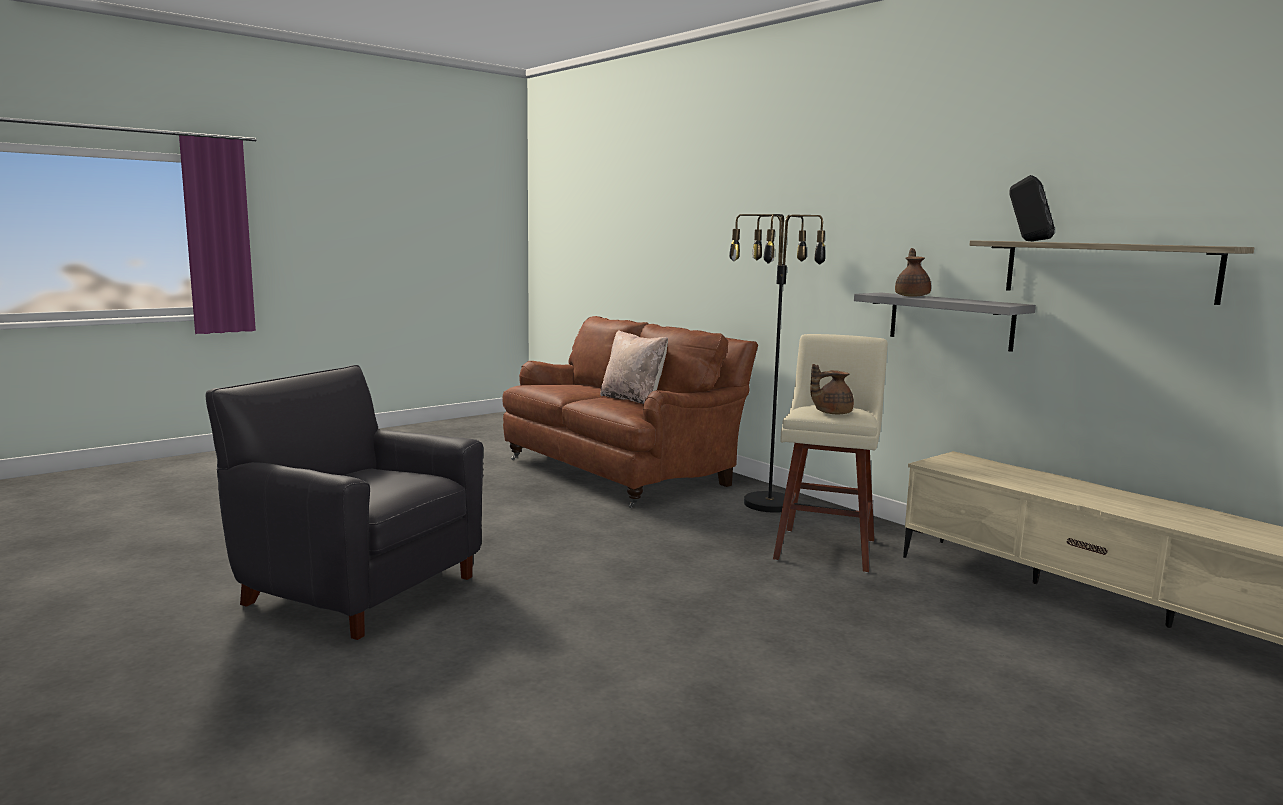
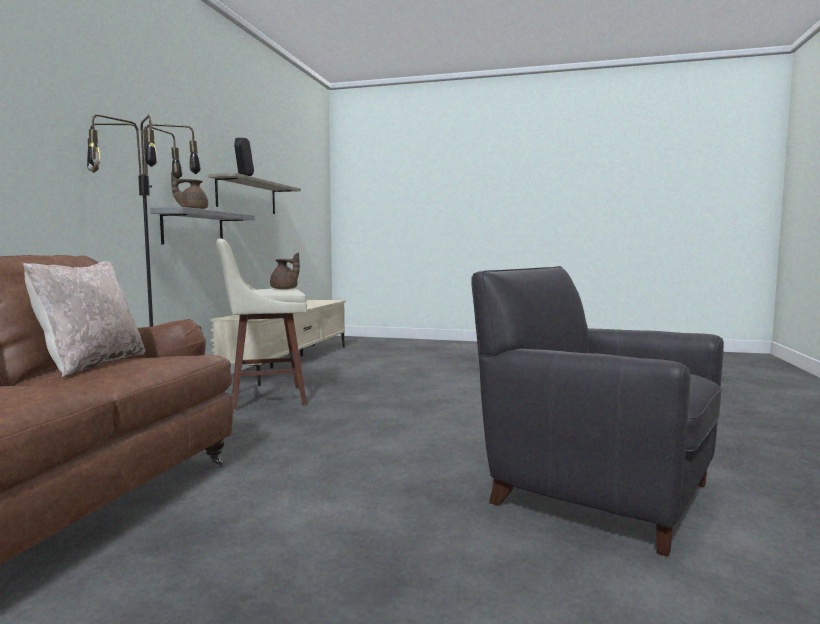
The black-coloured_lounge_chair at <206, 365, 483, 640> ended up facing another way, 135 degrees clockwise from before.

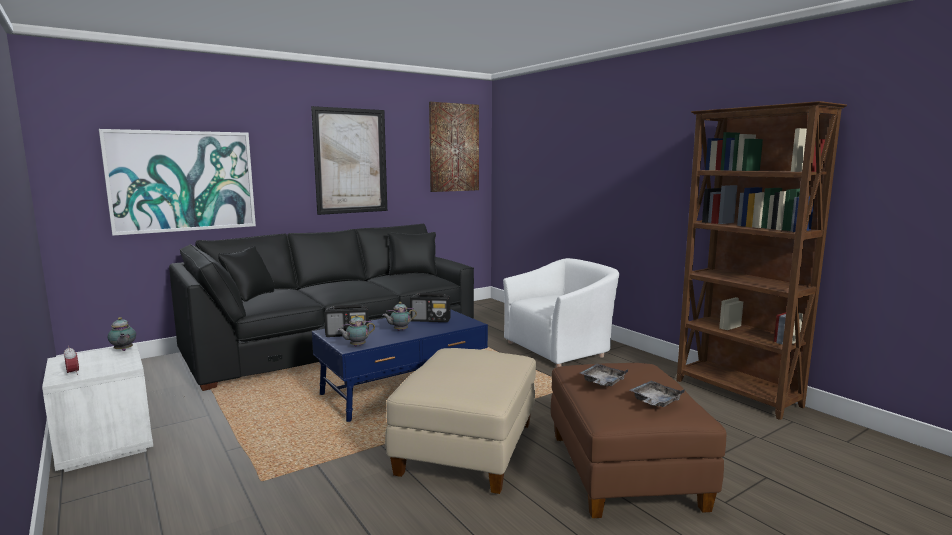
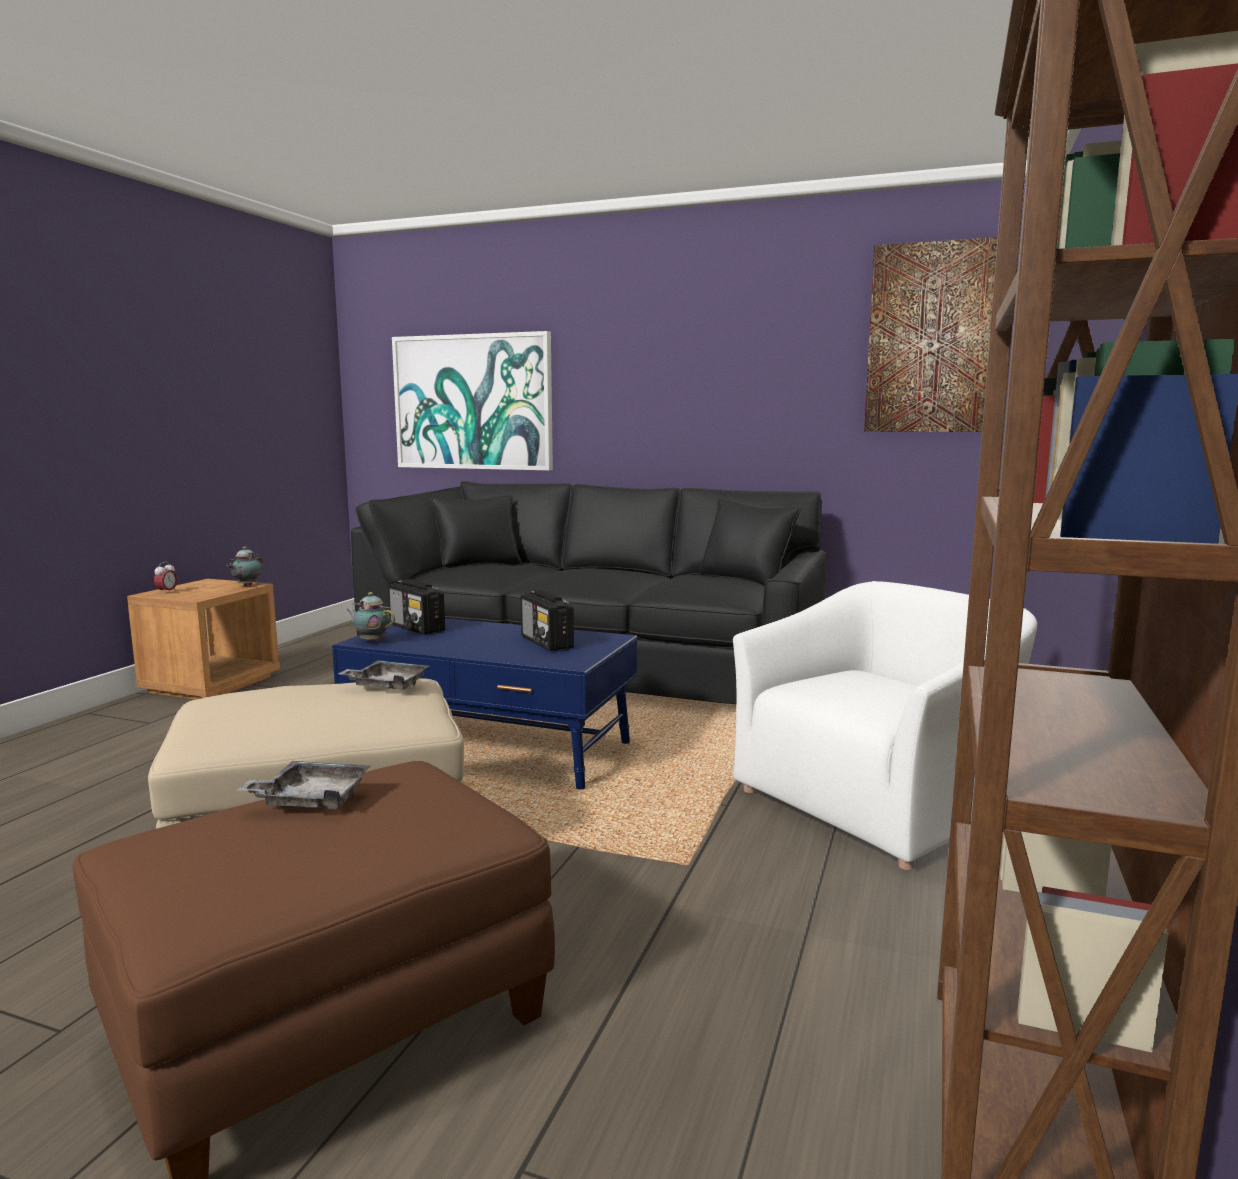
The second view lost the wall_picture at <311, 106, 387, 215>.
The second view lost the teapot at <382, 302, 417, 331>.
The greyish_carrying_tray ended up elsewhere, having gone from <630, 381, 685, 407> to <338, 660, 429, 690>.
What was the white_night_table at <42, 344, 153, 472> turned into the brownish_night_table at <127, 579, 280, 700>.
The white_lounge_chair at <503, 258, 619, 367> ended up facing another way, 60 degrees counterclockwise from before.

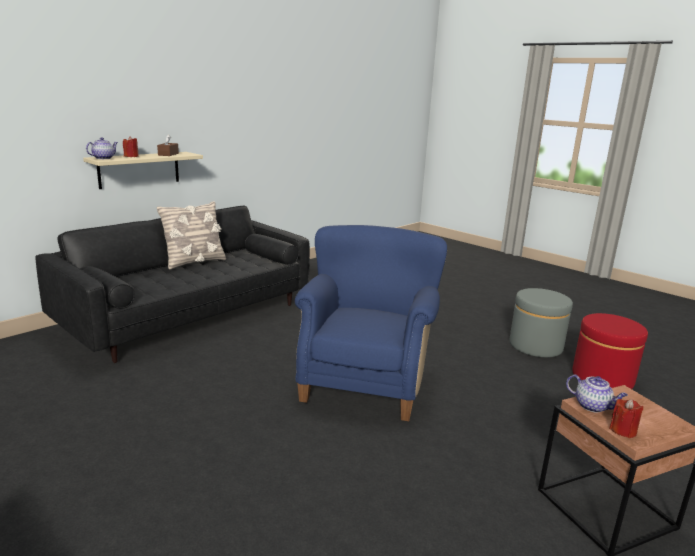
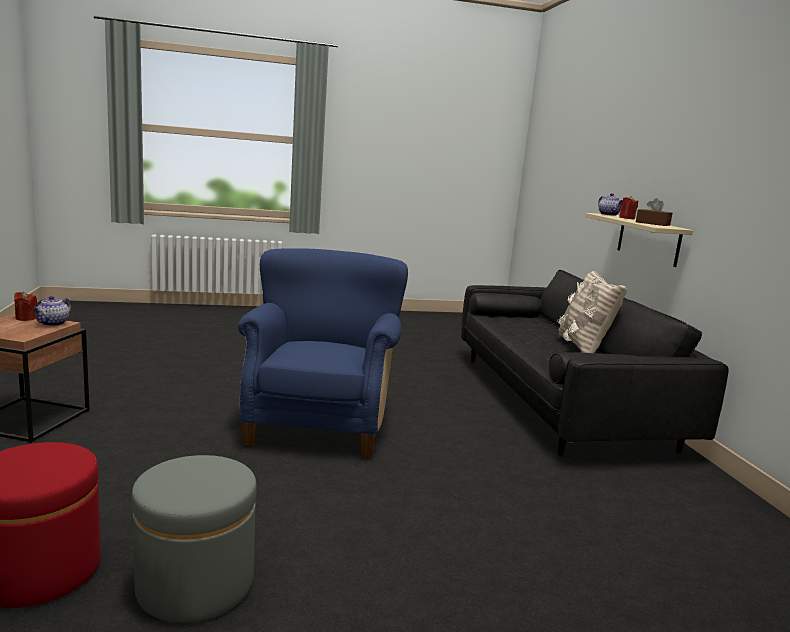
The blue_lounge_chair at <295, 225, 447, 421> ended up facing another way, 135 degrees counterclockwise from before.
The teapot at <566, 375, 628, 413> ended up facing another way, 60 degrees counterclockwise from before.

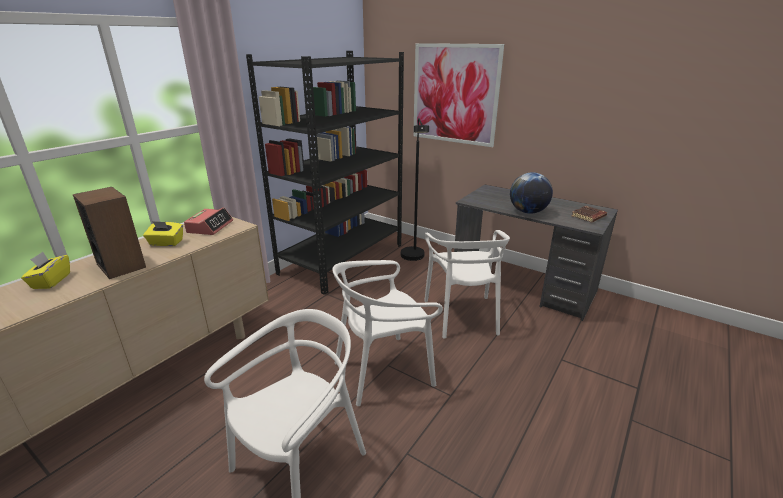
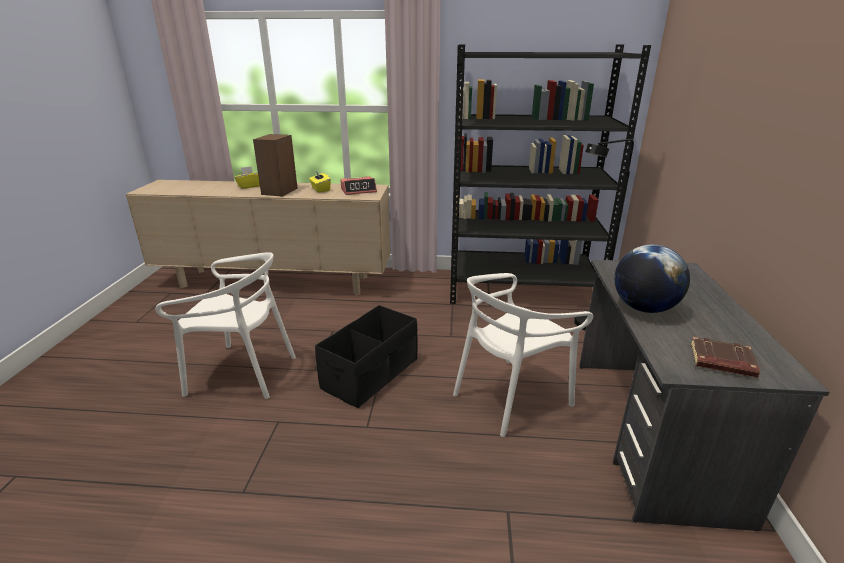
The second view lost the wall_picture at <413, 43, 504, 147>.
Where the white_upright_chair stood at <332, 260, 443, 406>, the black-coloured_storage_bin came to stand at <315, 305, 418, 408>.

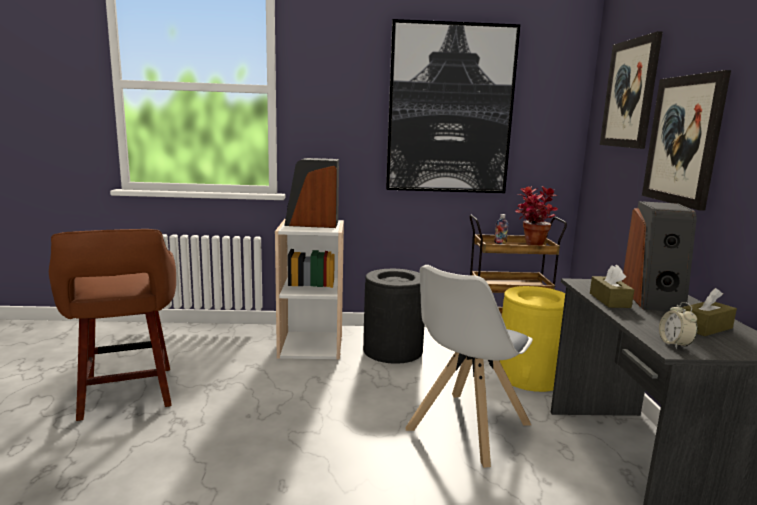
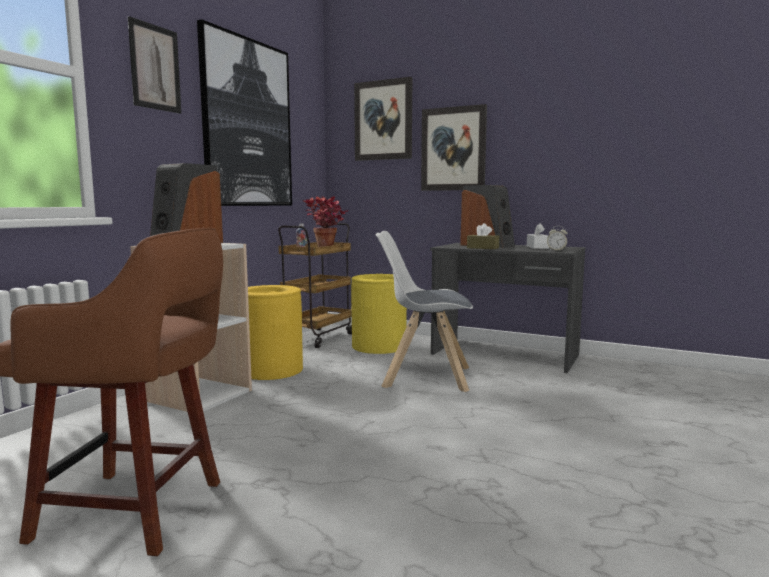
The second view gained the wall_picture at <128, 16, 181, 114>.
What was the black-coloured_waste_bin at <363, 269, 424, 364> turned into the yellowish_waste_bin at <248, 285, 303, 380>.
What was the brownish_tissue_holder at <681, 288, 737, 336> turned into the white_tissue_holder at <527, 223, 549, 249>.
The upright_chair at <406, 265, 533, 468> ended up facing another way, 120 degrees clockwise from before.

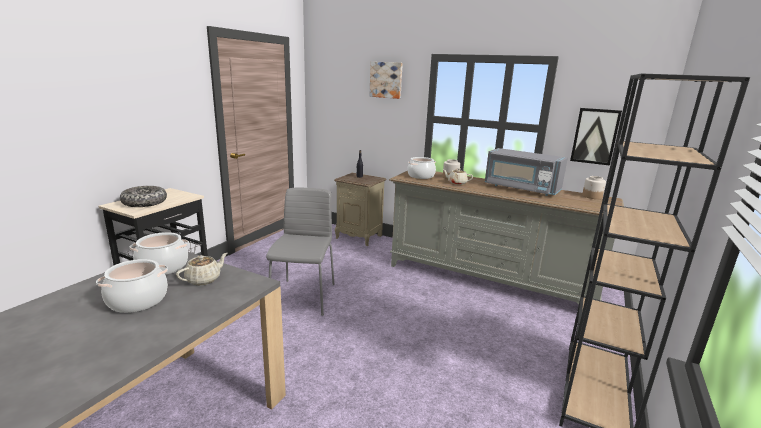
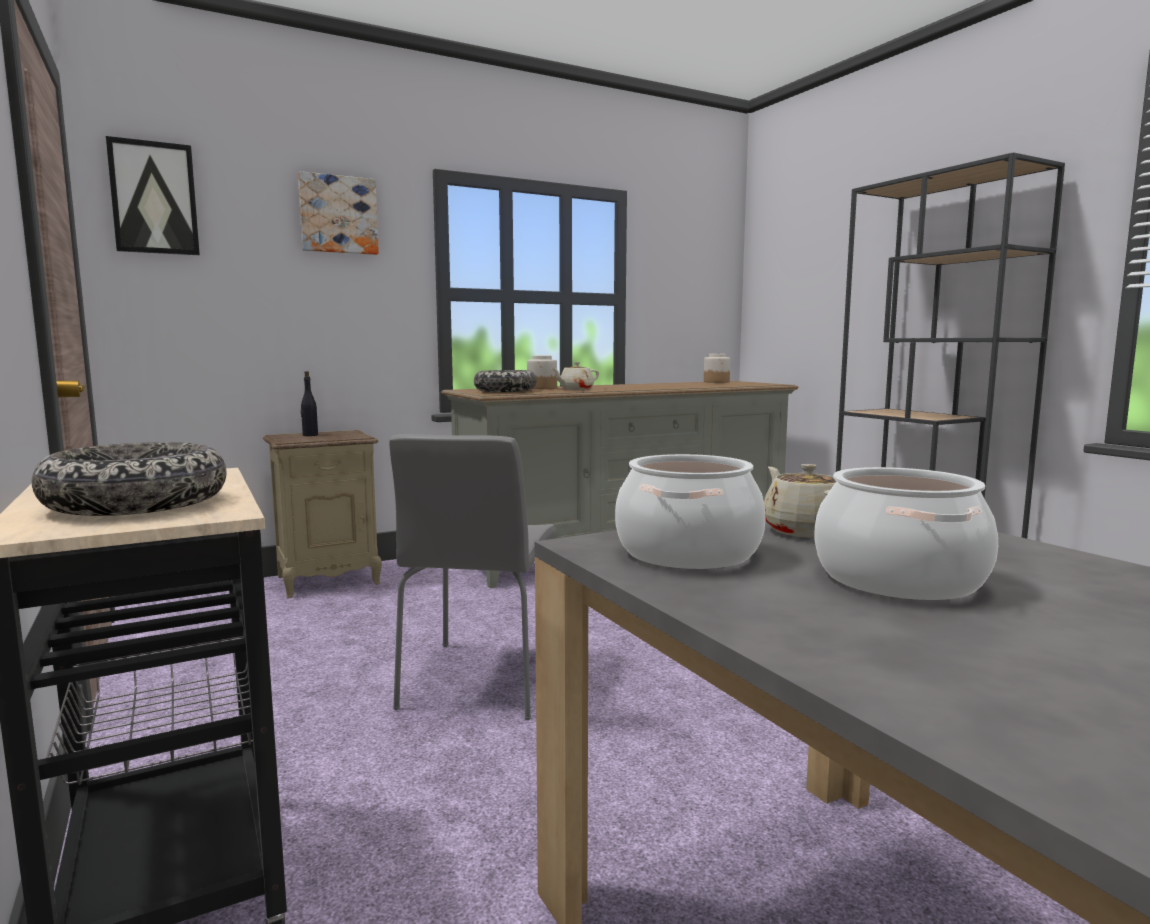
The second view lost the greyish_microwave at <485, 148, 568, 196>.
The wall_picture ended up elsewhere, having gone from <570, 108, 622, 166> to <106, 136, 200, 255>.
Where the cooking_pot stood at <407, 157, 436, 179>, the serving_bowl came to stand at <474, 370, 537, 392>.
The greyish_upright_chair at <266, 188, 334, 316> ended up facing another way, 120 degrees counterclockwise from before.

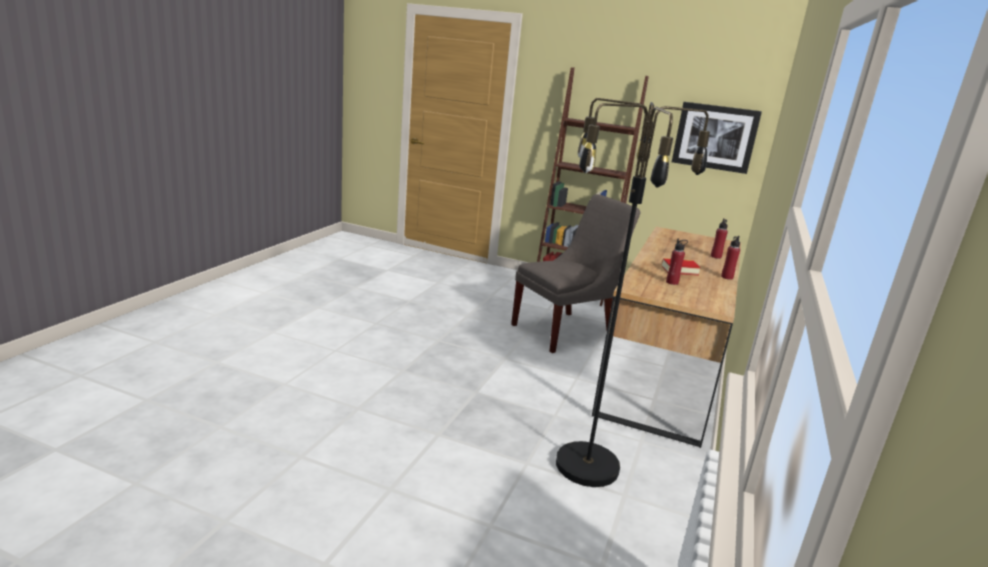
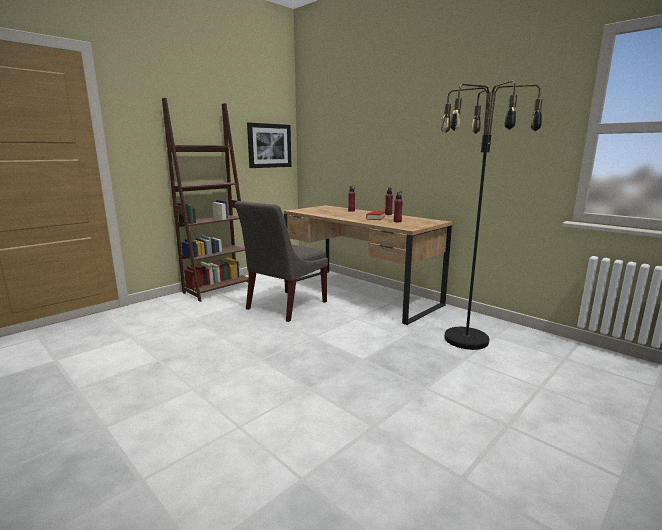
The greyish_upright_chair at <511, 194, 640, 353> ended up facing another way, 135 degrees counterclockwise from before.

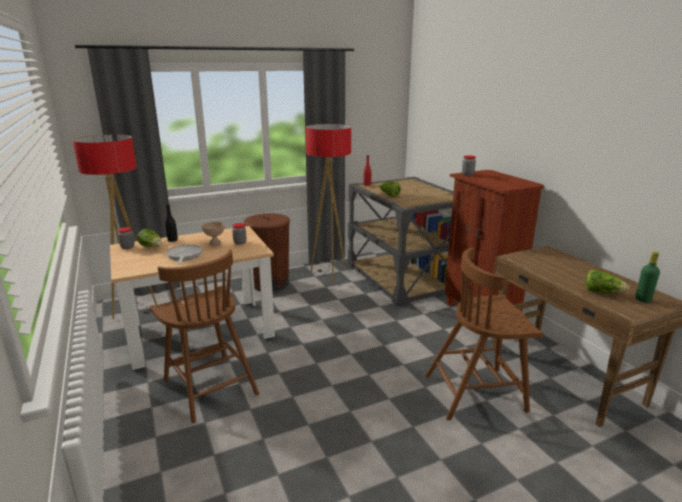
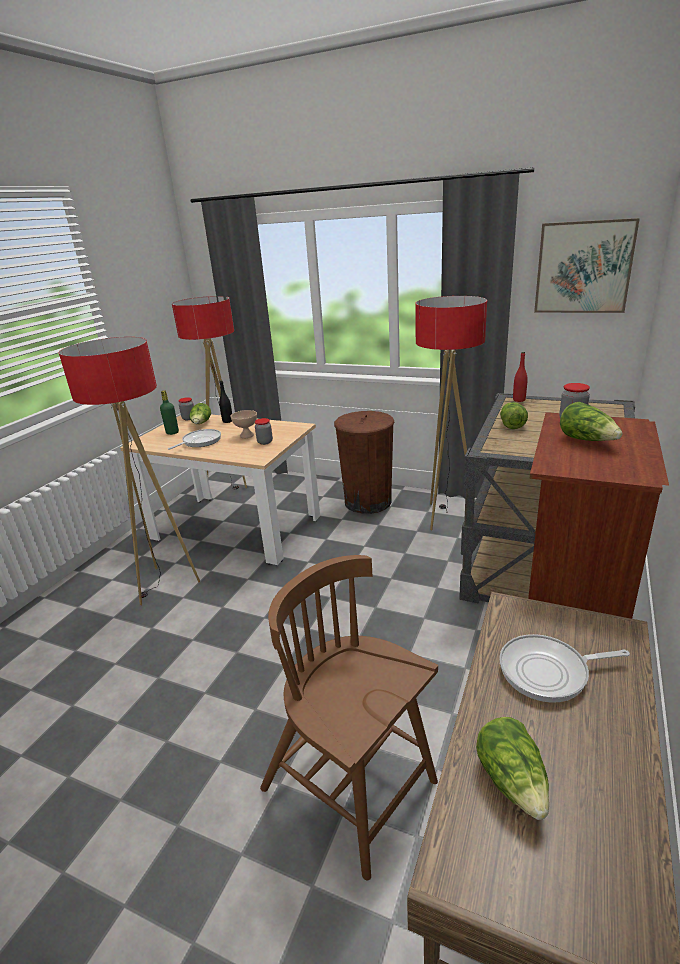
The second view gained the pan at <499, 634, 630, 703>.
The second view gained the wall_picture at <534, 218, 640, 313>.
The second view gained the head_of_lettuce at <560, 402, 622, 441>.
The greenish_drink_bottle ended up elsewhere, having gone from <635, 252, 660, 302> to <160, 390, 179, 435>.
Where the brownish_upright_chair stood at <150, 250, 259, 423>, the standard_lamp came to stand at <59, 337, 200, 605>.

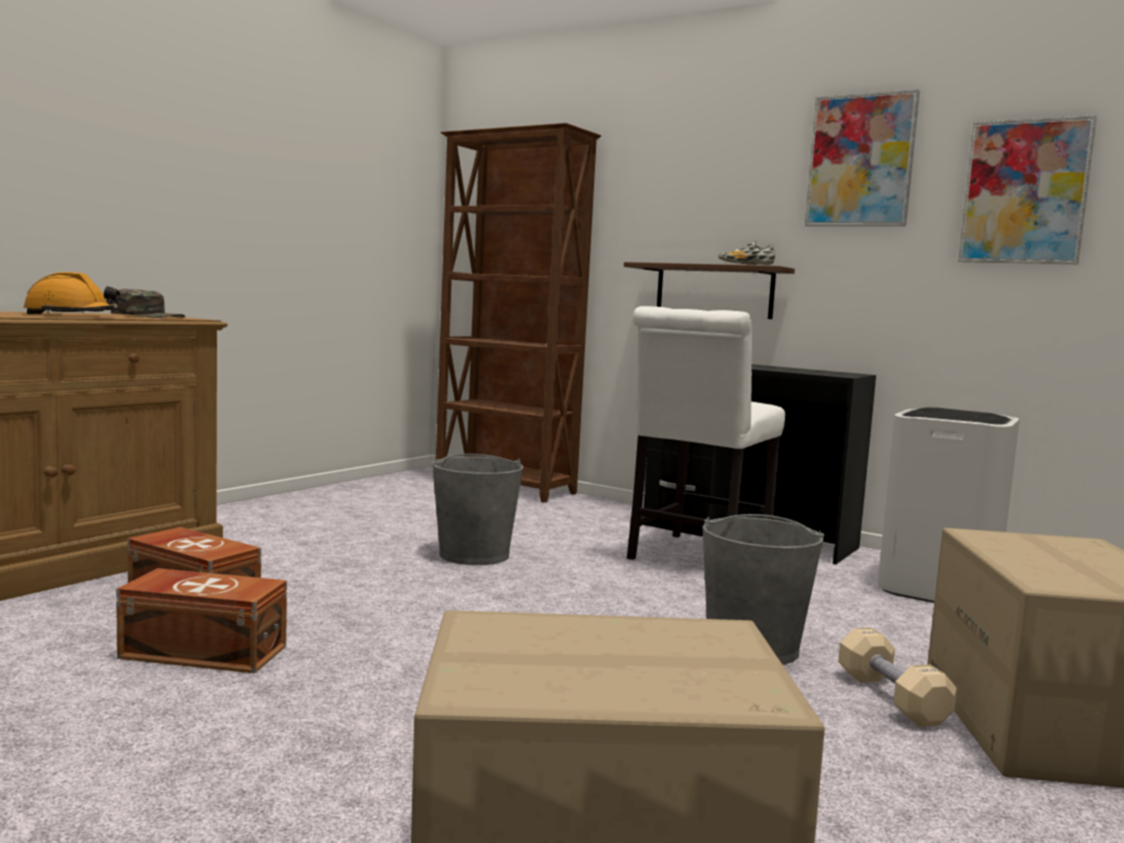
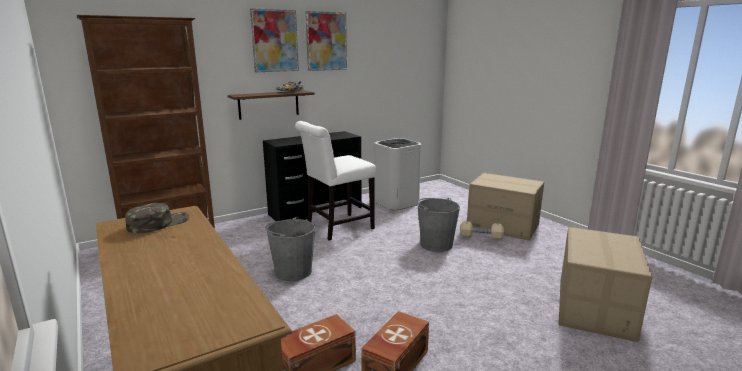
The second view lost the orangey_work_helmet at <23, 272, 120, 314>.
The wall_picture ended up elsewhere, having gone from <958, 115, 1097, 264> to <250, 8, 299, 72>.
The white_upright_chair at <627, 306, 785, 560> ended up facing another way, 90 degrees clockwise from before.

